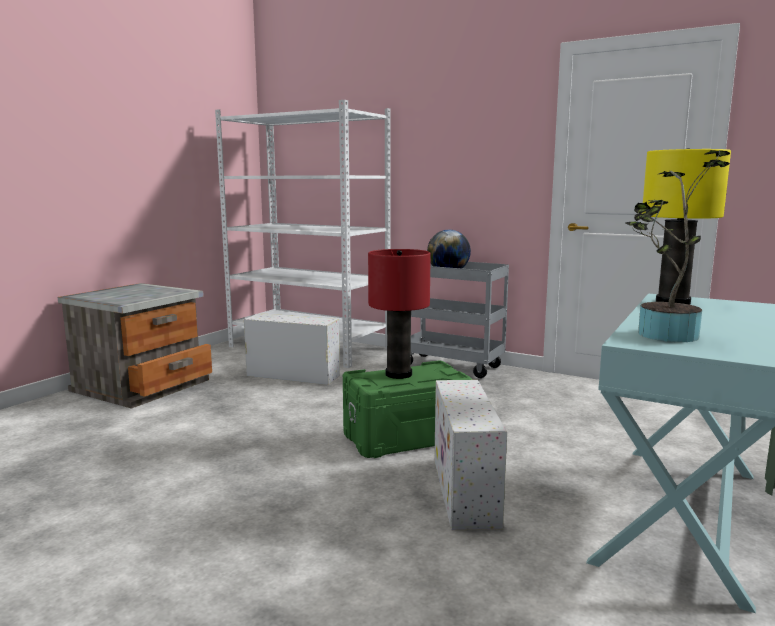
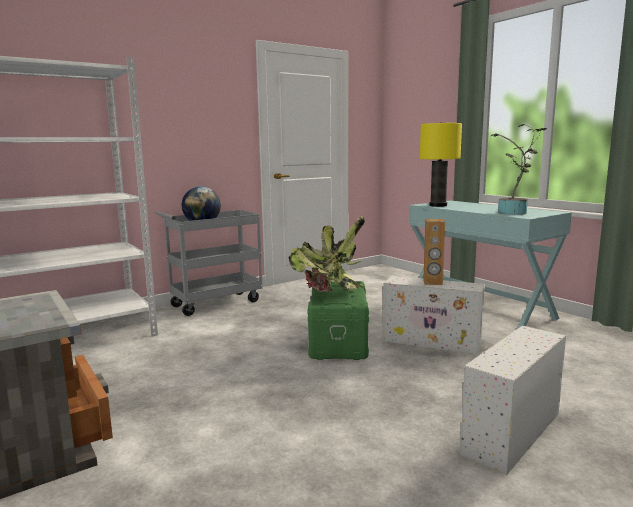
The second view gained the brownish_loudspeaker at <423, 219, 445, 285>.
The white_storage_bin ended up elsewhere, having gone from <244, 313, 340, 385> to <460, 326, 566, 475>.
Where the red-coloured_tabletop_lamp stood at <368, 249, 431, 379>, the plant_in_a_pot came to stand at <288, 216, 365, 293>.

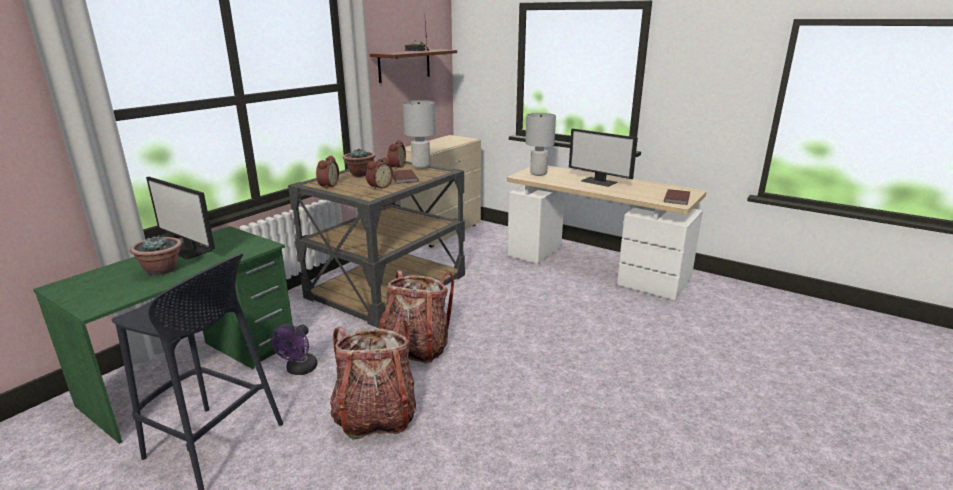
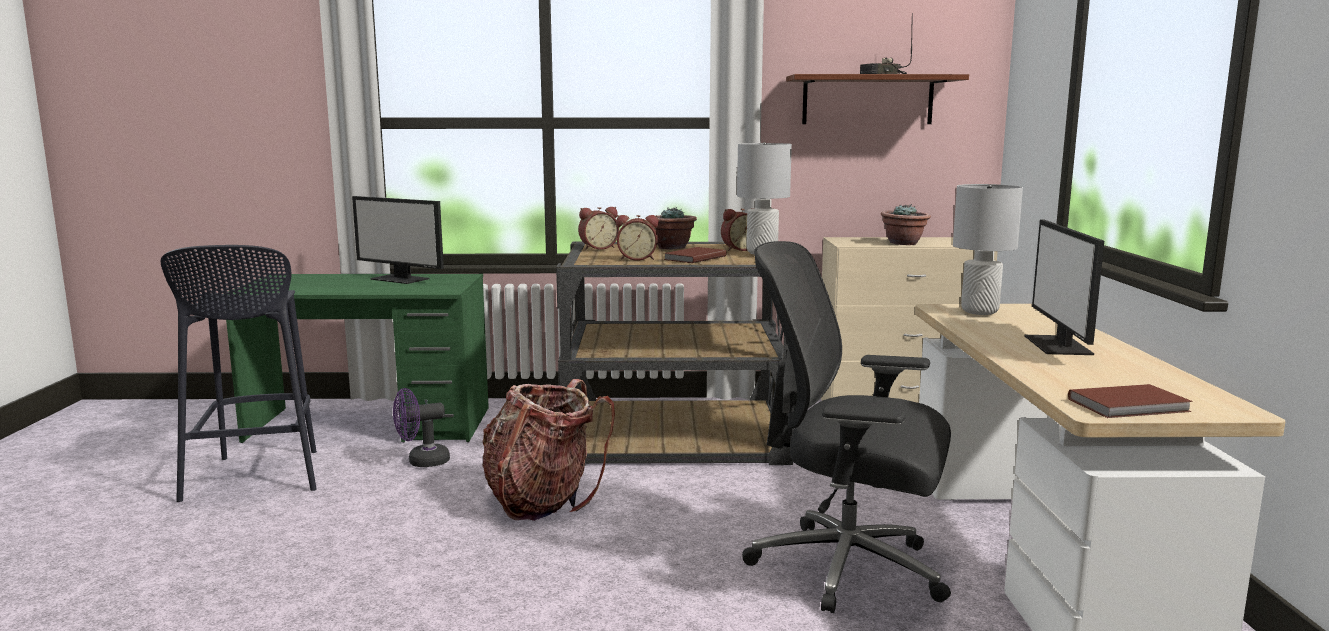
The second view lost the rucksack at <330, 318, 416, 439>.
The second view gained the office_chair at <742, 241, 951, 613>.
The plant_in_a_pot ended up elsewhere, having gone from <130, 235, 182, 276> to <881, 204, 931, 245>.
The computer_display at <146, 177, 215, 259> ended up facing another way, 60 degrees counterclockwise from before.

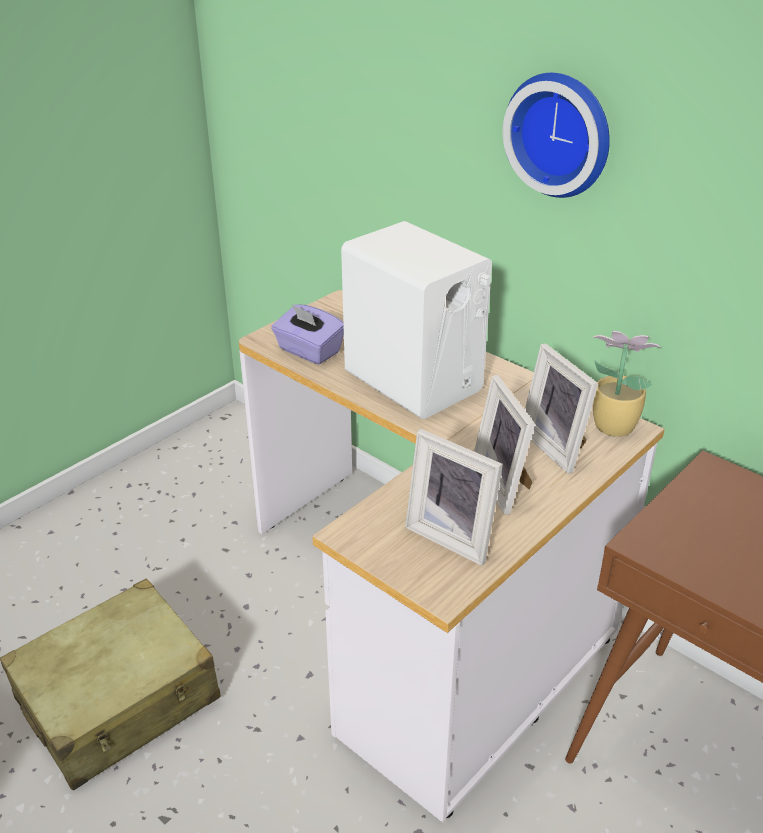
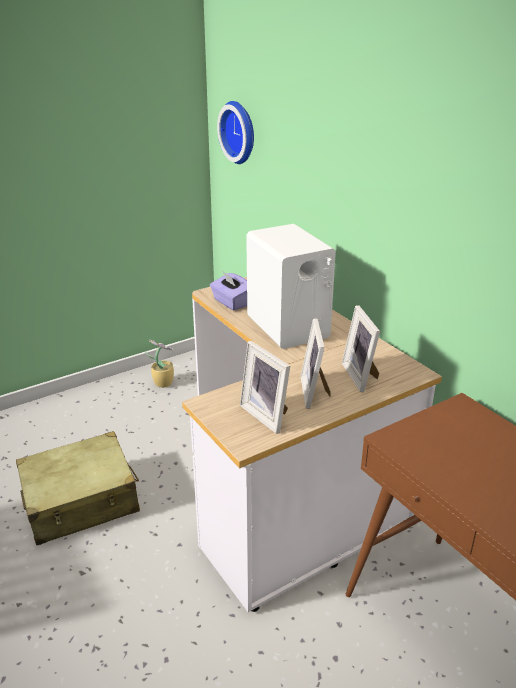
The clock_on_the_wall ended up elsewhere, having gone from <503, 73, 610, 198> to <217, 101, 254, 164>.
The plant_in_a_pot ended up elsewhere, having gone from <593, 331, 661, 437> to <145, 340, 174, 388>.

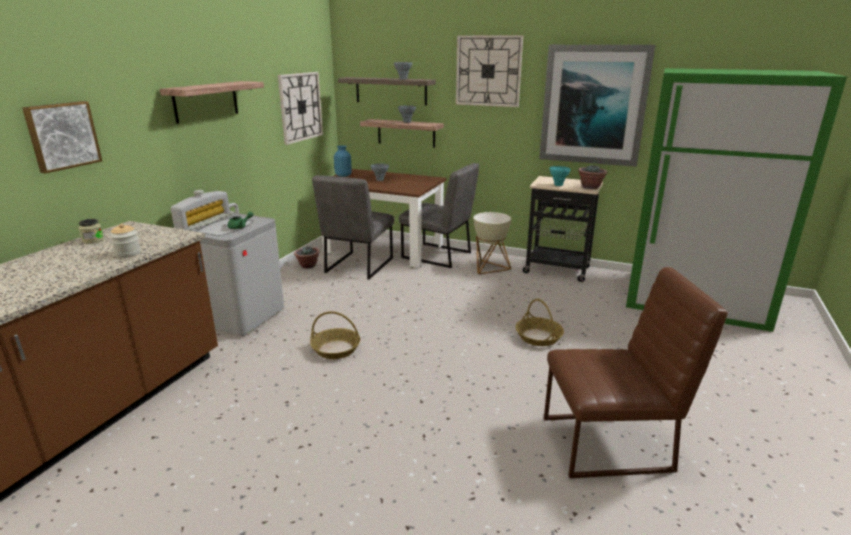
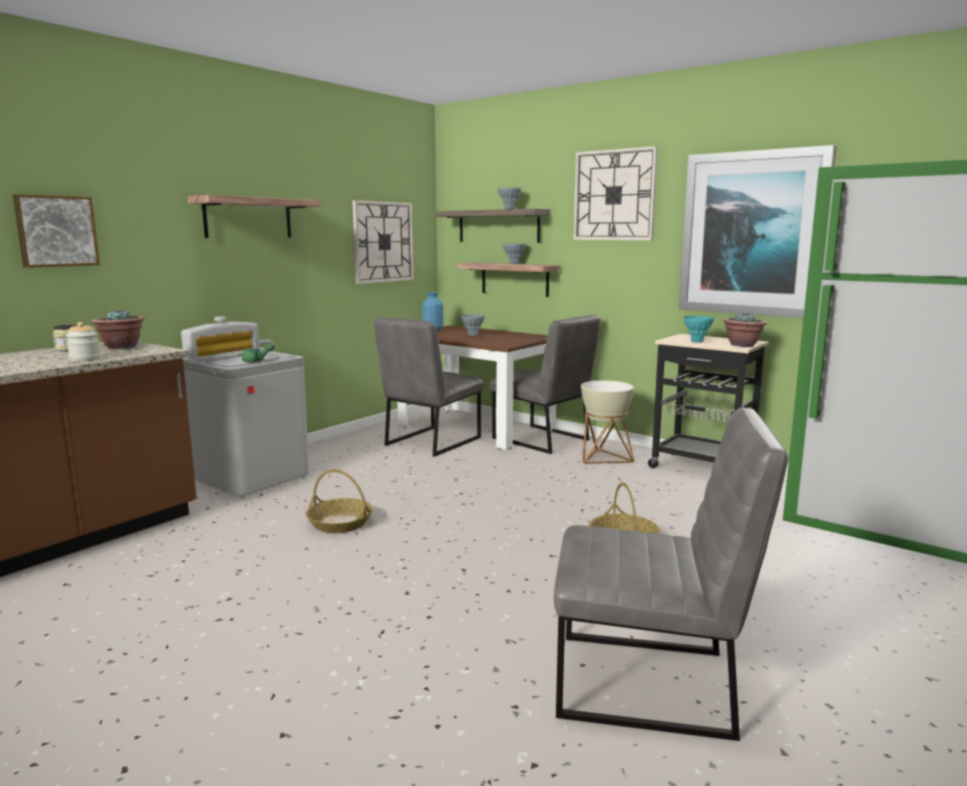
The plant_in_a_pot ended up elsewhere, having gone from <294, 247, 320, 269> to <91, 308, 144, 349>.
What was the brownish_upright_chair at <544, 267, 728, 478> turned into the greyish_upright_chair at <554, 407, 788, 741>.

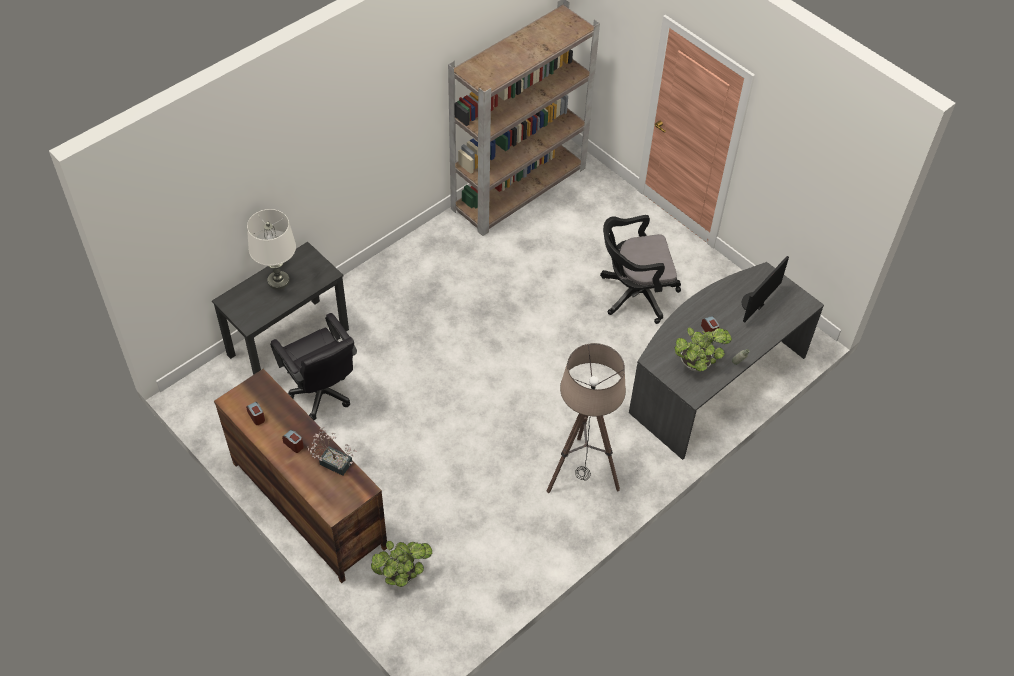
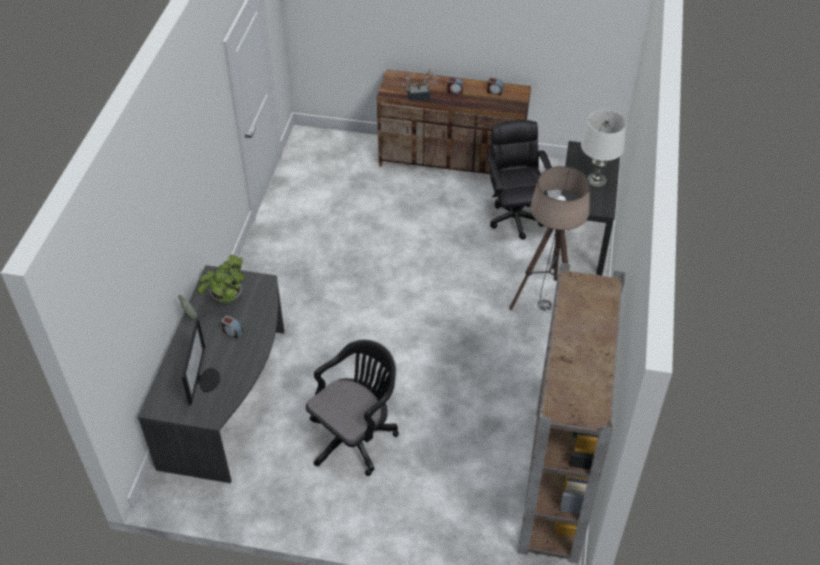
The second view lost the plant_in_a_pot at <371, 541, 432, 587>.
The standard_lamp ended up elsewhere, having gone from <547, 343, 626, 493> to <509, 166, 590, 311>.
The black-coloured_office_chair at <270, 313, 357, 420> ended up facing another way, 60 degrees clockwise from before.

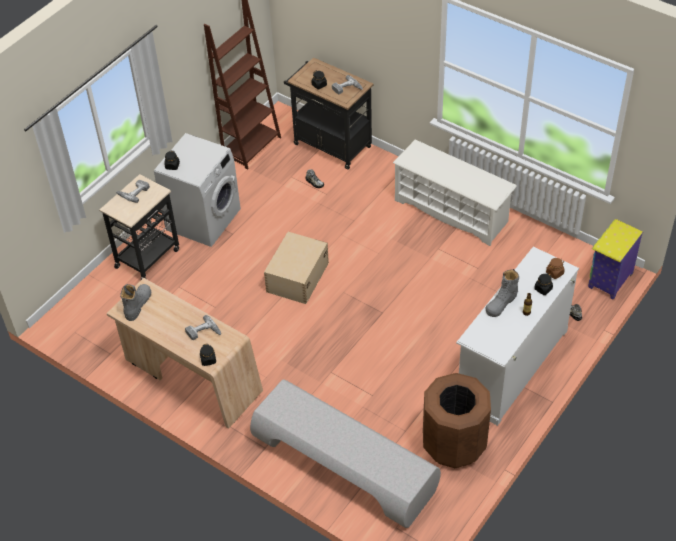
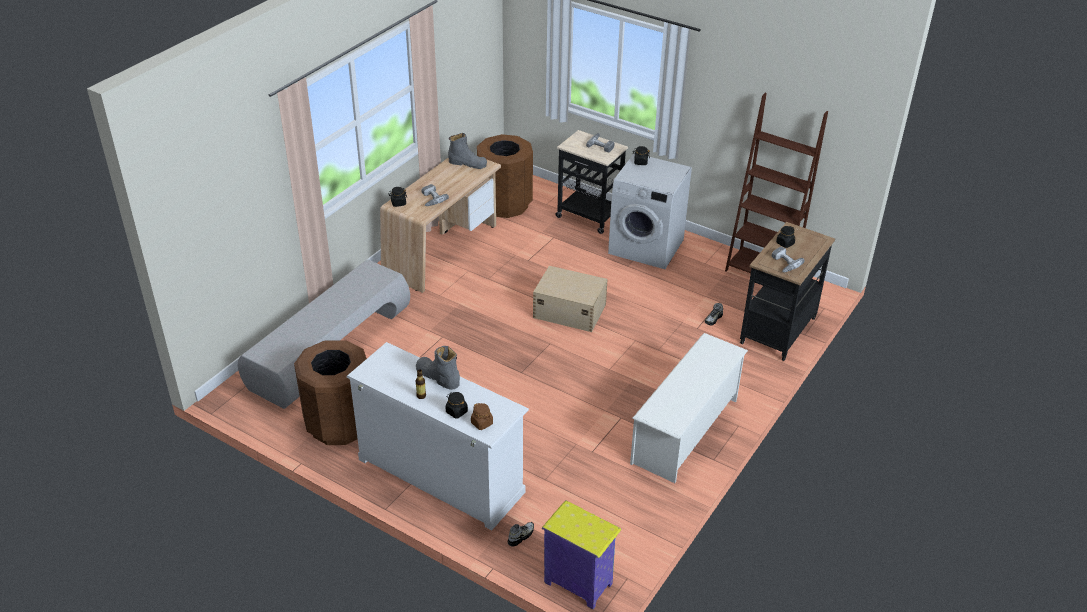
The second view gained the brownish_waste_bin at <477, 134, 533, 218>.

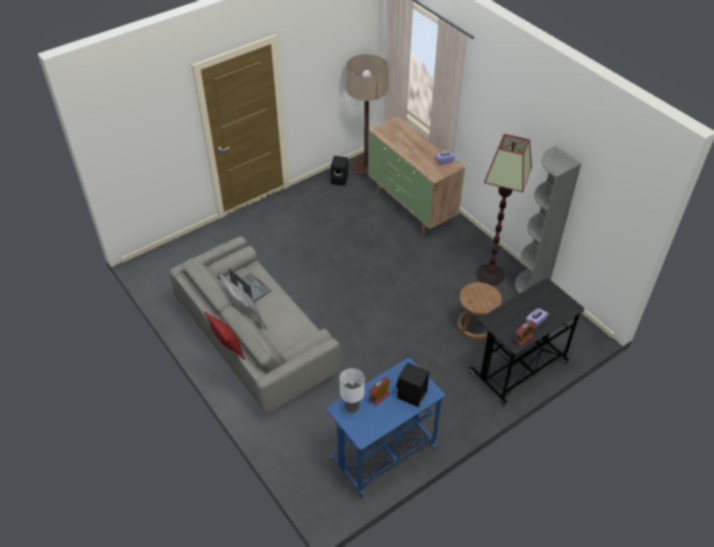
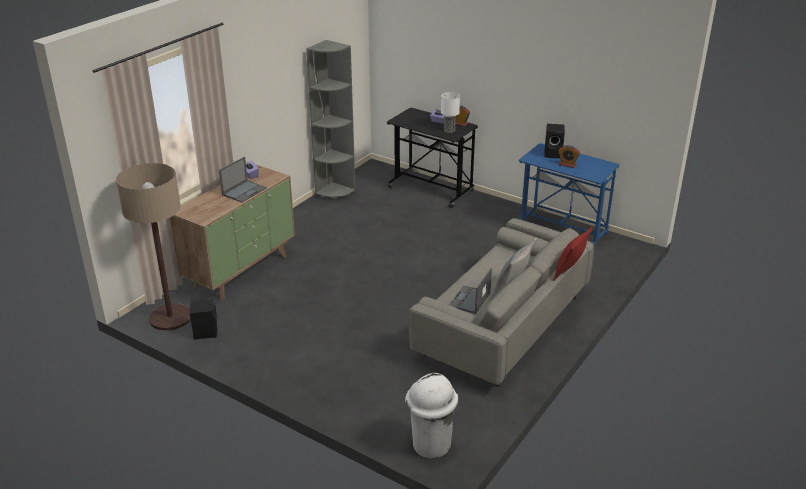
The second view lost the brownish_sitting_stool at <457, 282, 502, 340>.
The second view lost the standard_lamp at <476, 134, 532, 285>.
The second view gained the notebook_computer at <219, 157, 267, 202>.
The second view gained the white_waste_bin at <405, 373, 458, 458>.
The tabletop_lamp ended up elsewhere, having gone from <339, 368, 365, 413> to <441, 92, 460, 133>.

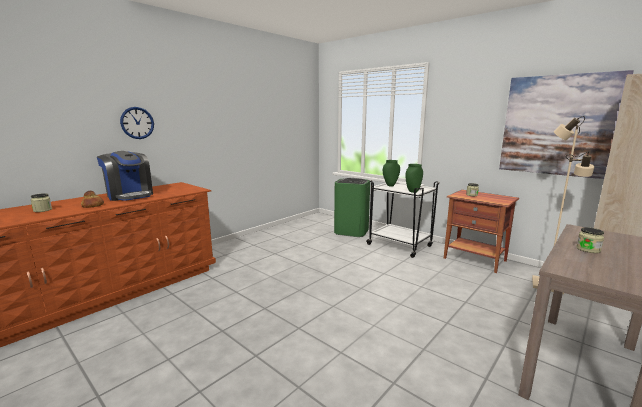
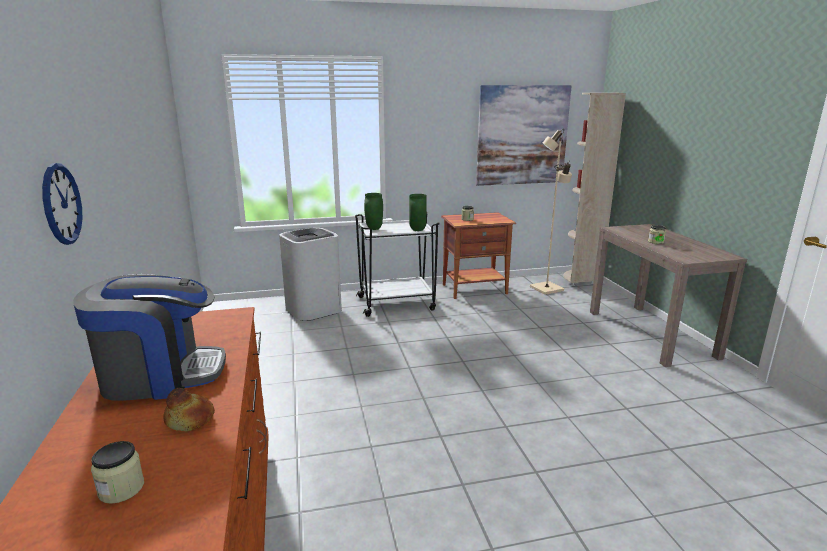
What was the greenish_waste_bin at <334, 178, 370, 237> turned into the white_waste_bin at <279, 228, 342, 321>.

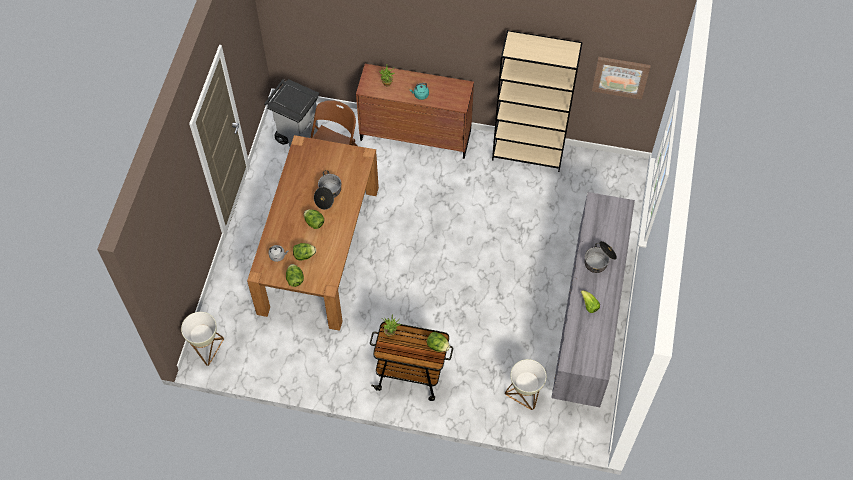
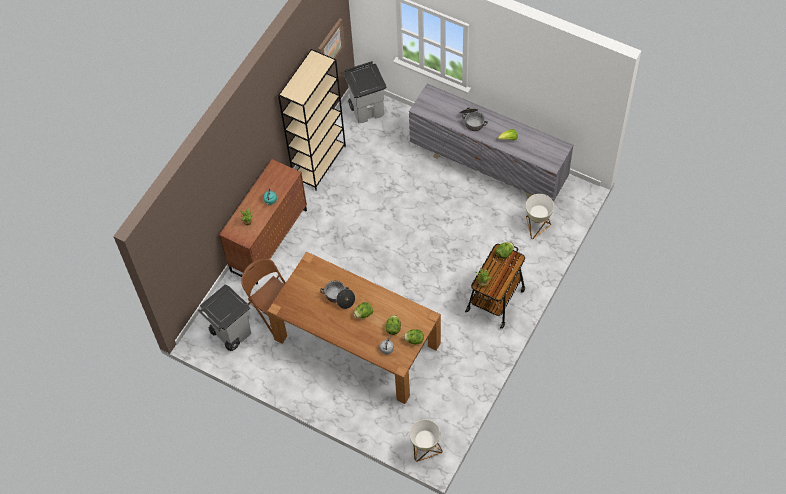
The second view gained the greyish_waste_bin at <344, 61, 387, 123>.

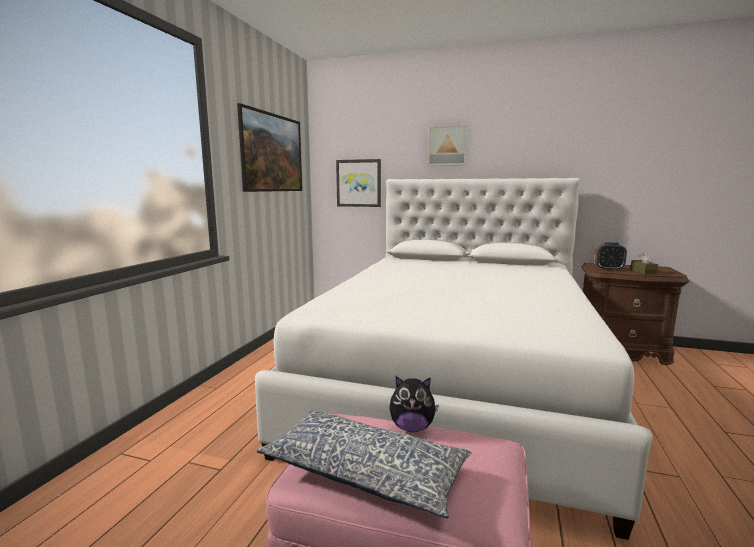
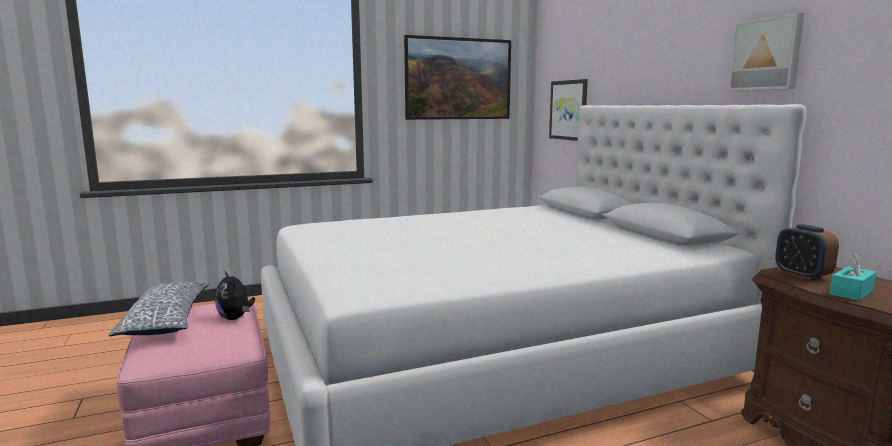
The wall_picture ended up elsewhere, having gone from <428, 124, 468, 166> to <728, 13, 804, 91>.
What was the brownish_tissue_holder at <630, 252, 659, 275> turned into the turquoise-coloured_tissue_holder at <830, 253, 877, 301>.

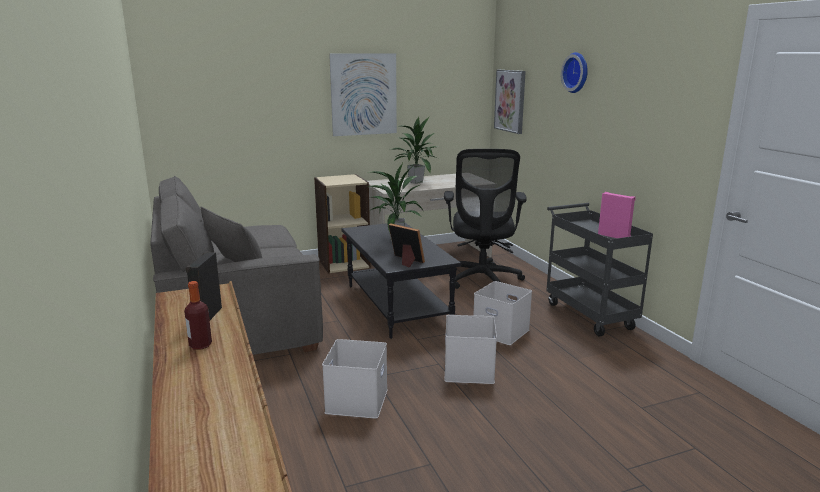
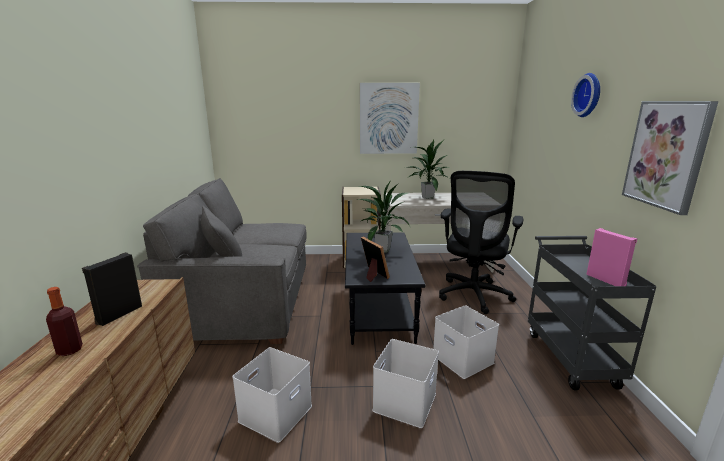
The wall_picture ended up elsewhere, having gone from <494, 70, 526, 134> to <622, 101, 718, 215>.

